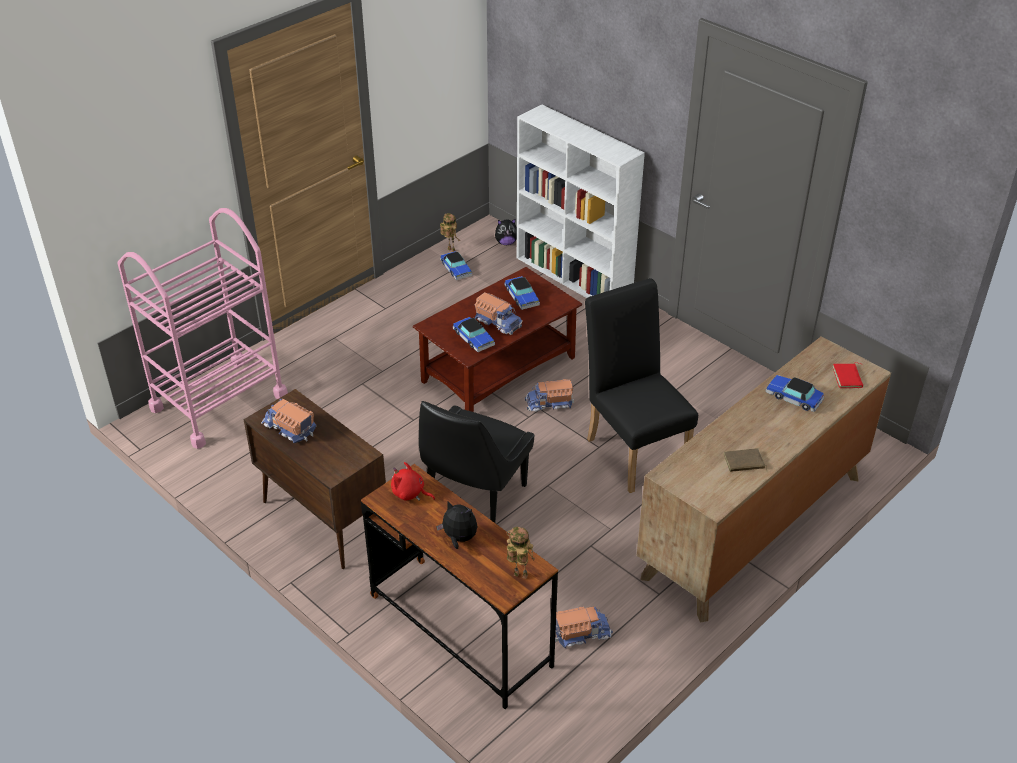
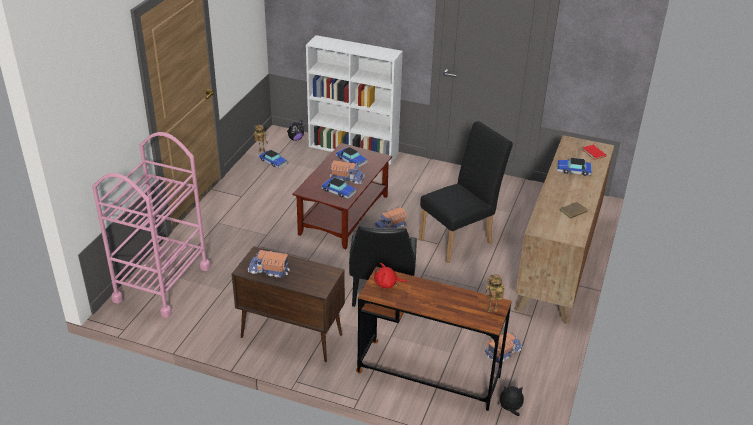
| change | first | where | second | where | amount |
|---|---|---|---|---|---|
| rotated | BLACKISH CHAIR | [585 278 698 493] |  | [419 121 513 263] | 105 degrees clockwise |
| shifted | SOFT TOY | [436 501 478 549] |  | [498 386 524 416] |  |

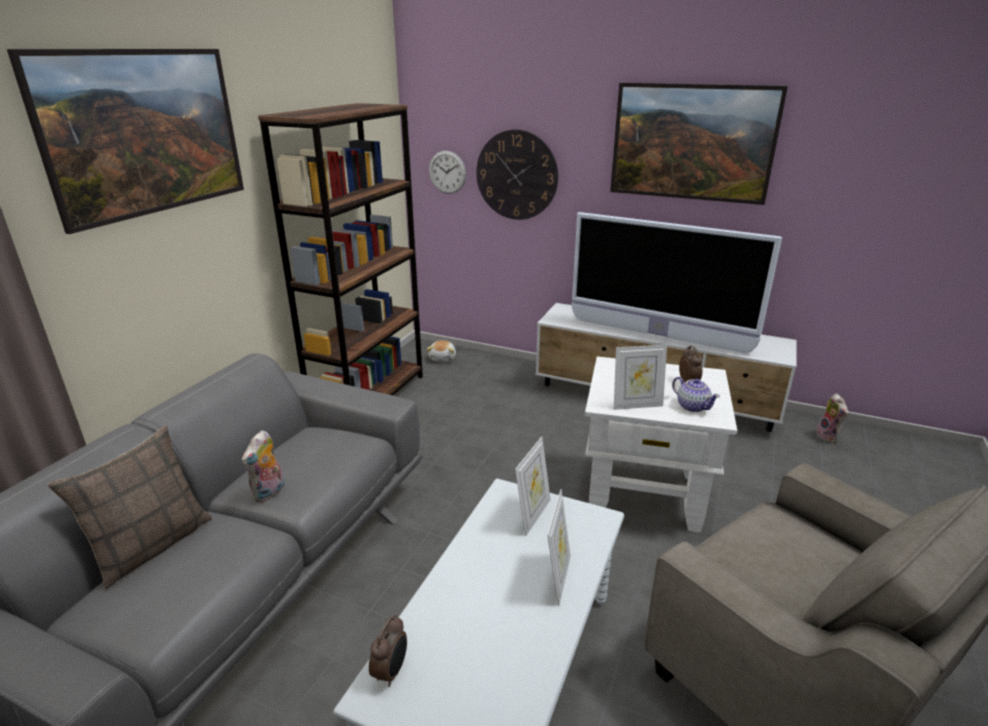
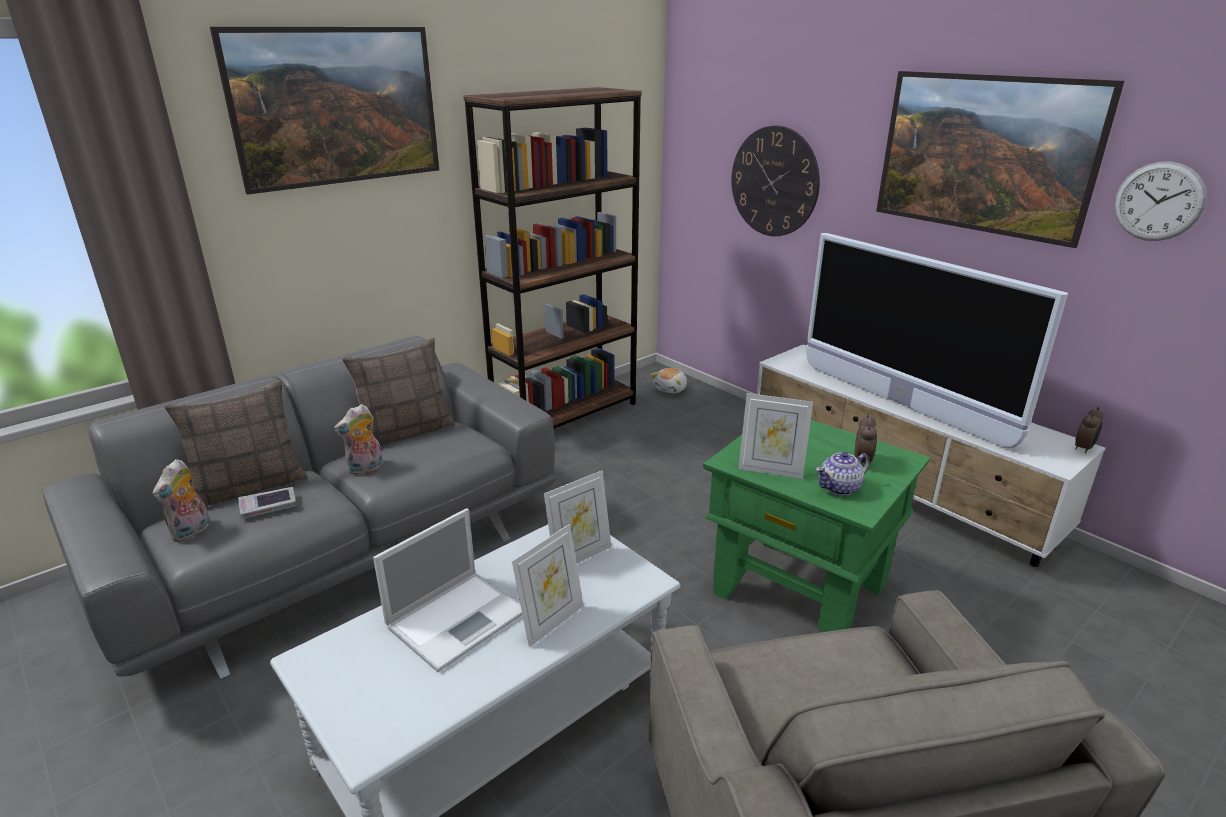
| change | first | where | second | where | amount |
|---|---|---|---|---|---|
| shifted | SOFT TOY | [816 393 849 443] |  | [153 459 210 542] |  |
| new |  |  | BOUND BOOK | [238 487 297 519] |  |
| new |  |  | PILLOW | [342 338 455 445] |  |
| new |  |  | NOTEBOOK COMPUTER | [373 508 522 672] |  |
| repainted | WHITISH ACCENT TABLE | [585 356 737 533] | GREEN-COLOURED ACCENT TABLE | [703 420 931 633] |  |
| rotated | TEA POT | [672 377 720 412] |  | [816 452 870 496] | 75 degrees clockwise |
| shifted | TABLE CLOCK | [369 614 407 687] |  | [1075 406 1104 454] |  |
| shifted | CLOCK ON THE WALL | [429 151 466 194] |  | [1114 162 1207 241] |  |

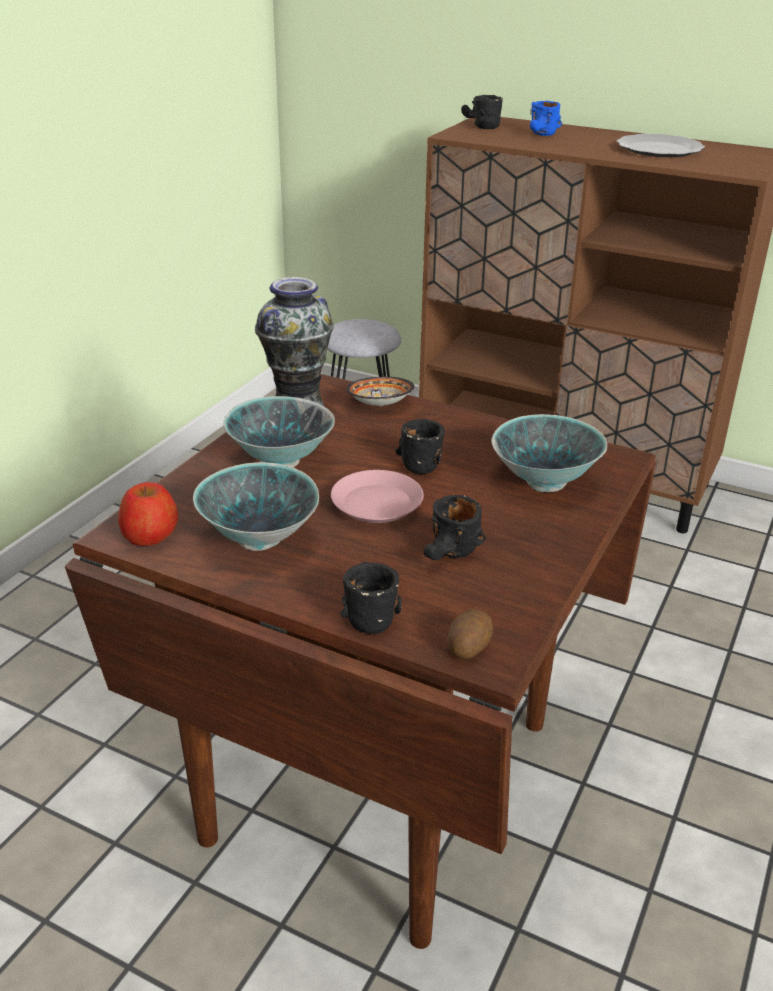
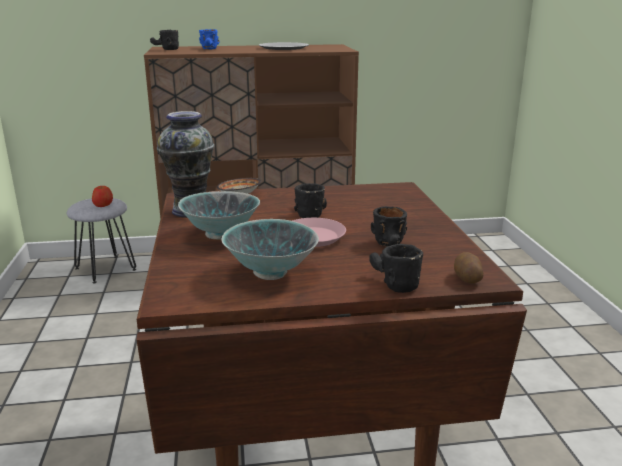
| change | first | where | second | where | amount |
|---|---|---|---|---|---|
| shifted | WHOLE APPLE | [118 482 178 546] |  | [92 186 113 207] |  |
| gone | BOWL | [491 414 607 492] |  |  |  |

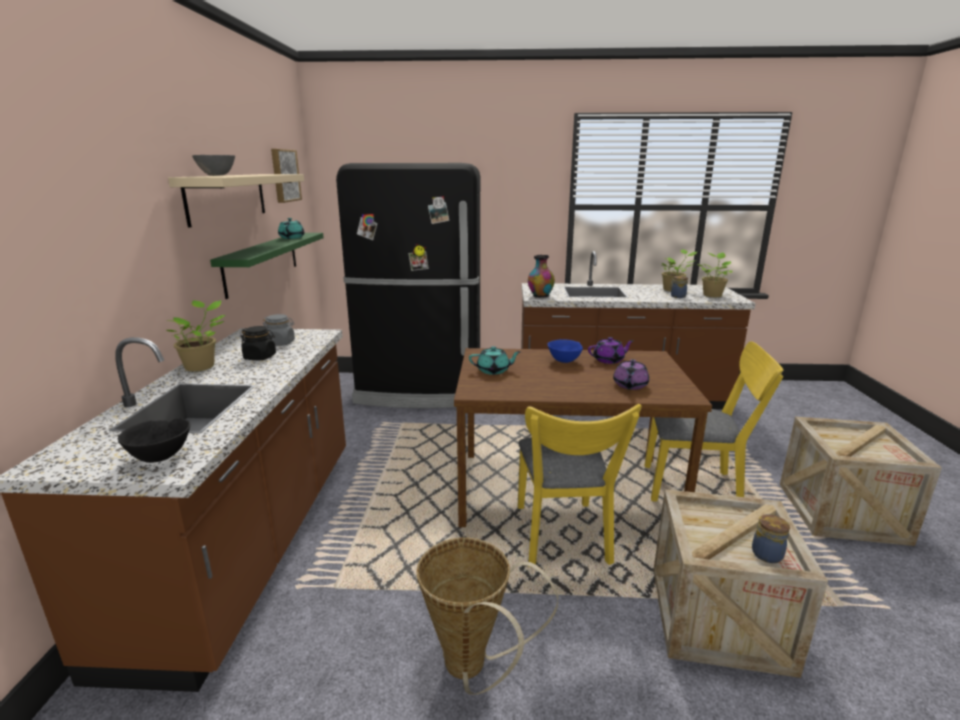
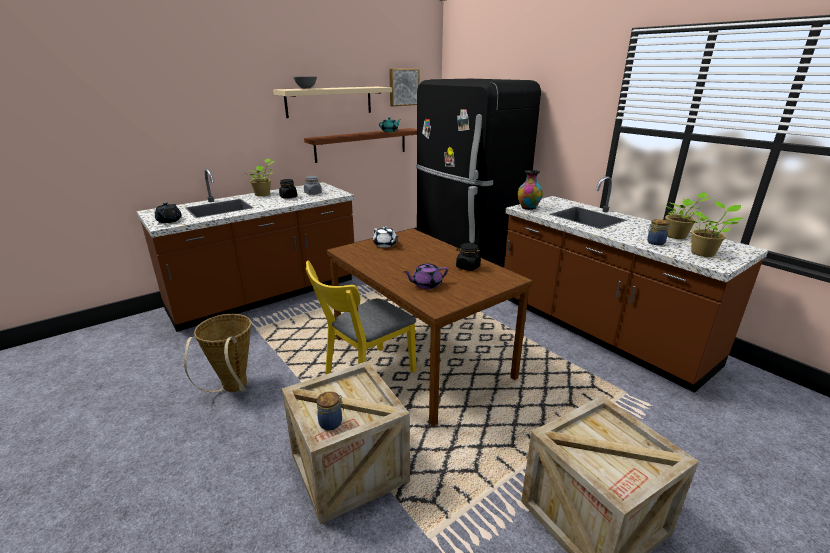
| change | first | where | second | where | amount |
|---|---|---|---|---|---|
| swapped | BLACKISH BOWL | [118 418 190 463] | BLACKISH TEA POT | [155 203 182 223] |  |
| repainted | GREEN-COLOURED SHELF | [210 233 324 299] | BROWN-COLOURED SHELF | [304 128 417 163] |  |
| repainted | TURQUOISE TEA POT | [469 346 521 375] | WHITISH TEA POT | [373 226 399 248] |  |
| swapped | PURPLE-COLOURED TEA POT | [588 337 634 364] | BLACKISH STORAGE JAR | [456 243 481 271] |  |
| gone | BLUISH BOWL | [548 339 583 363] |  |  |  |
| gone | YELLOW CHAIR | [645 341 783 502] |  |  |  |

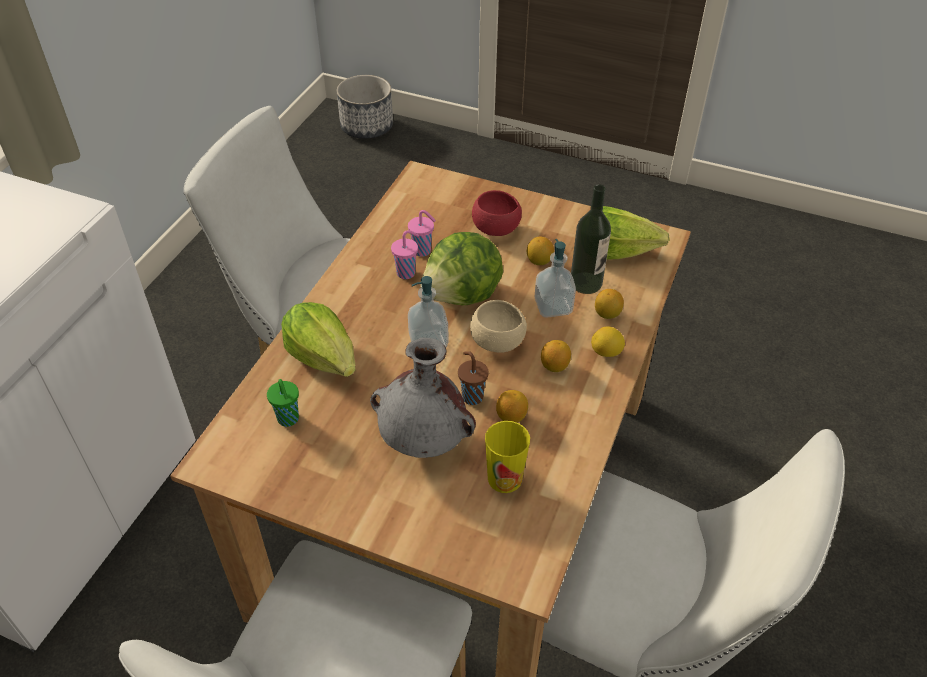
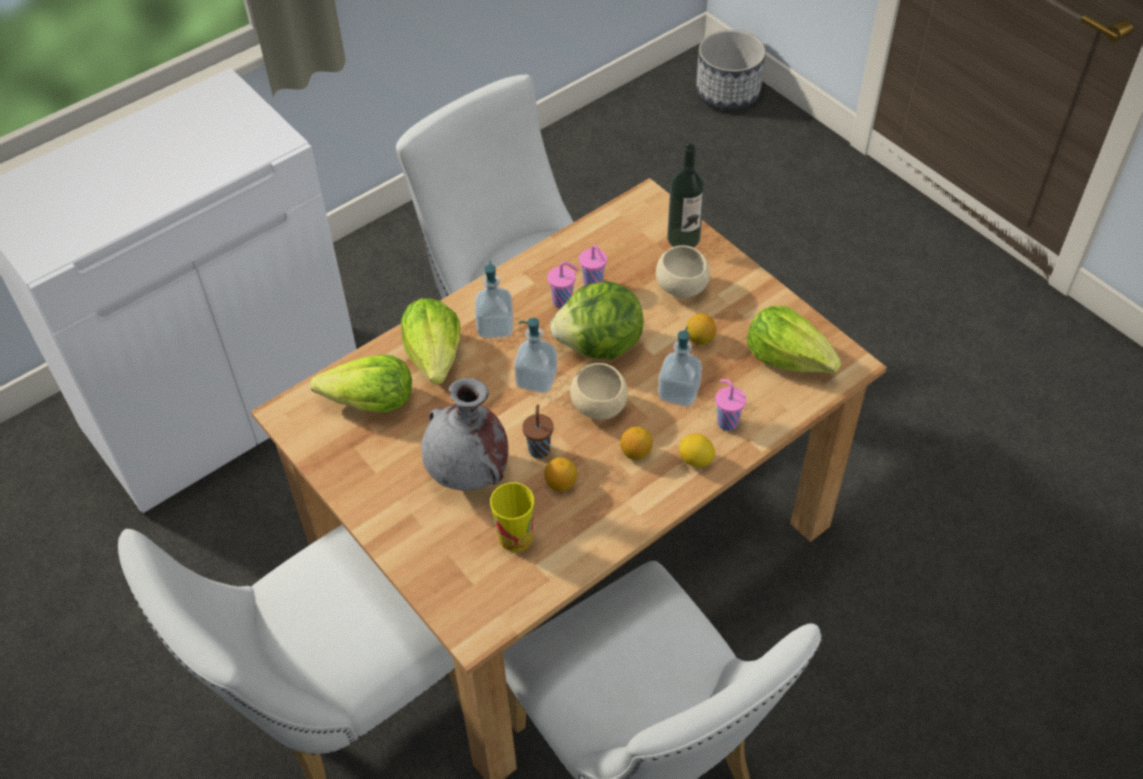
| change | first | where | second | where | amount |
|---|---|---|---|---|---|
| swapped | GREEN-COLOURED DRINKING CUP | [267 379 299 427] | LETTUCE HEAD | [311 355 412 412] |  |
| new |  |  | LIQUID SOAP BOTTLE | [475 261 513 338] |  |
| repainted | RED-COLOURED BOWL | [472 190 522 236] | SAND-COLOURED BOWL | [656 245 710 298] |  |
| shifted | DRINK BOTTLE | [571 184 611 294] |  | [667 144 705 248] |  |
| swapped | WHOLE LEMON | [595 289 624 319] | PINK DRINKING CUP | [715 379 746 431] |  |

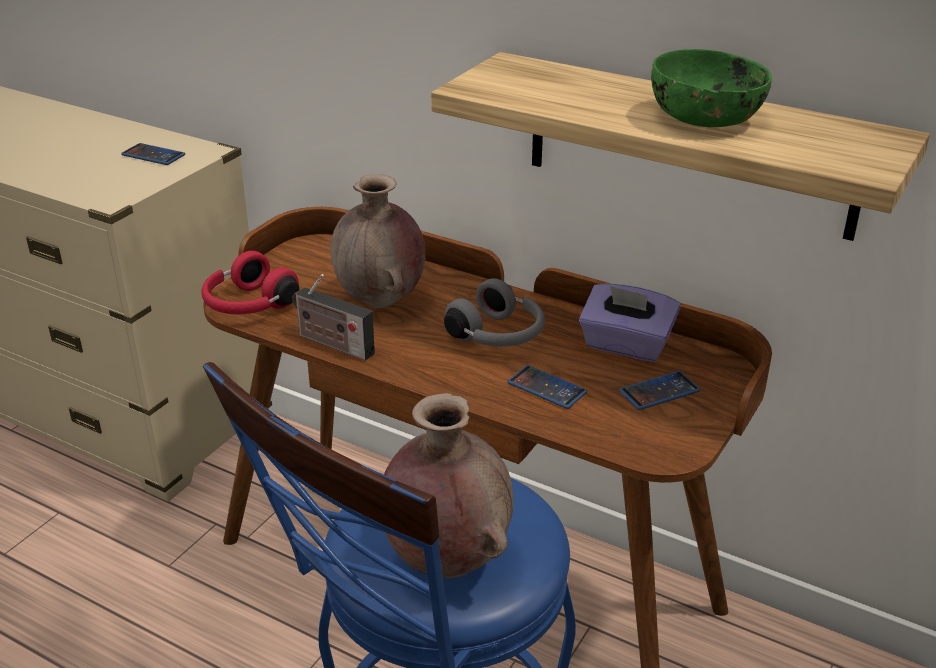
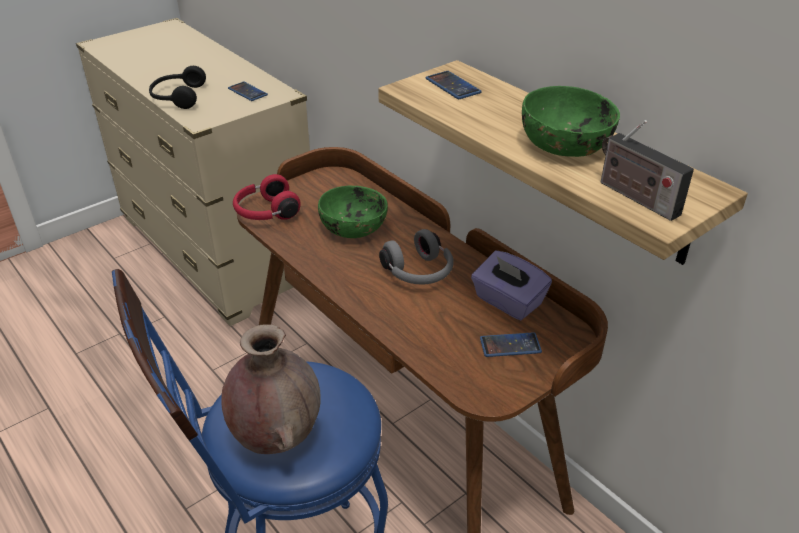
| change | first | where | second | where | amount |
|---|---|---|---|---|---|
| new |  |  | BLACKISH PAIR OF HEADPHONES | [149 66 206 109] |  |
| swapped | BROWN-COLOURED VASE | [330 174 426 308] | GREEN-COLOURED BOWL | [318 186 388 238] |  |
| shifted | HANDSET | [507 365 587 409] |  | [426 71 482 99] |  |
| shifted | RADIO RECEIVER | [292 274 375 361] |  | [601 120 694 221] |  |

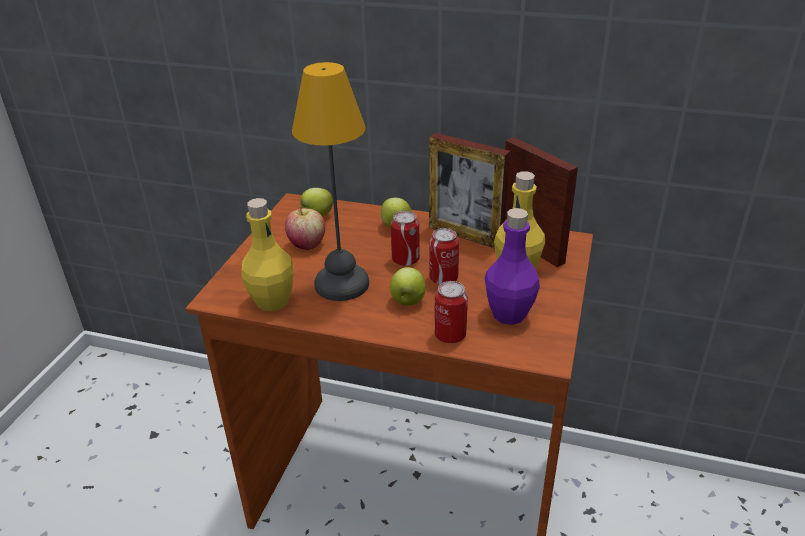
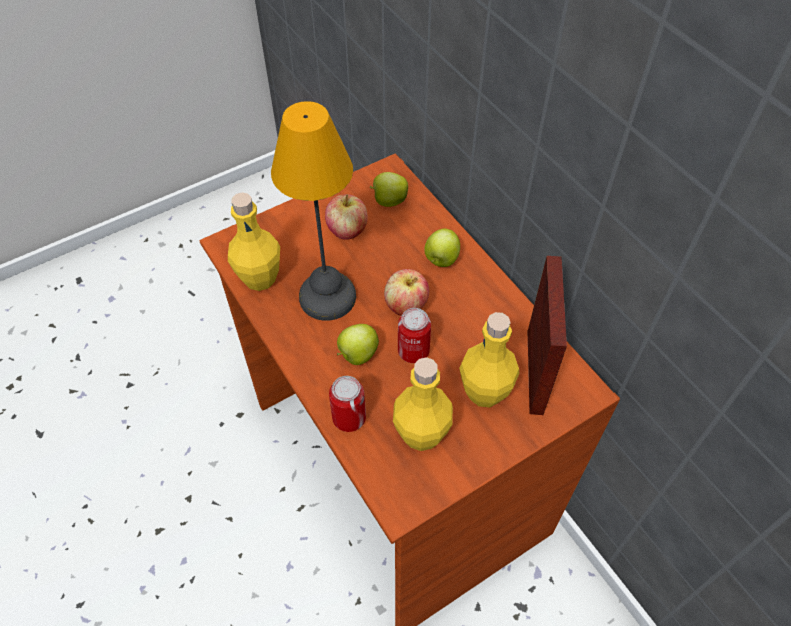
| change | first | where | second | where | amount |
|---|---|---|---|---|---|
| swapped | SEALED CAN | [391 211 420 266] | WHOLE APPLE | [384 269 429 316] |  |
| repainted | PURPLE-COLOURED DRINK BOTTLE | [485 208 540 325] | YELLOW DRINK BOTTLE | [393 357 453 451] |  |
| gone | STANDING FRAME | [429 133 510 248] |  |  |  |

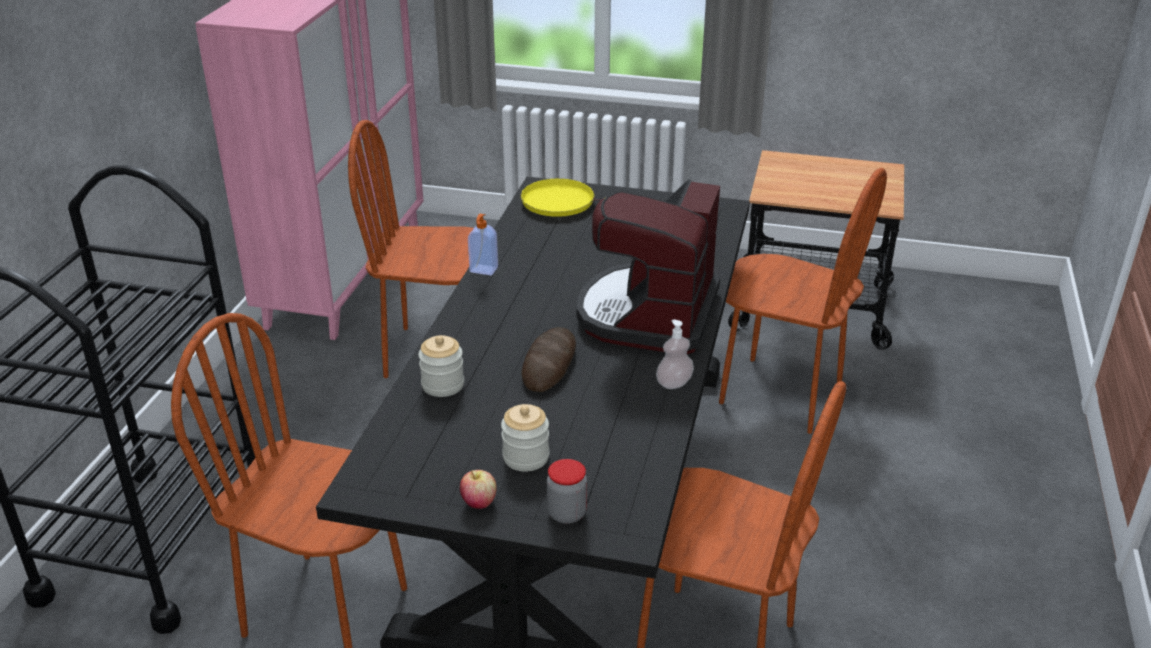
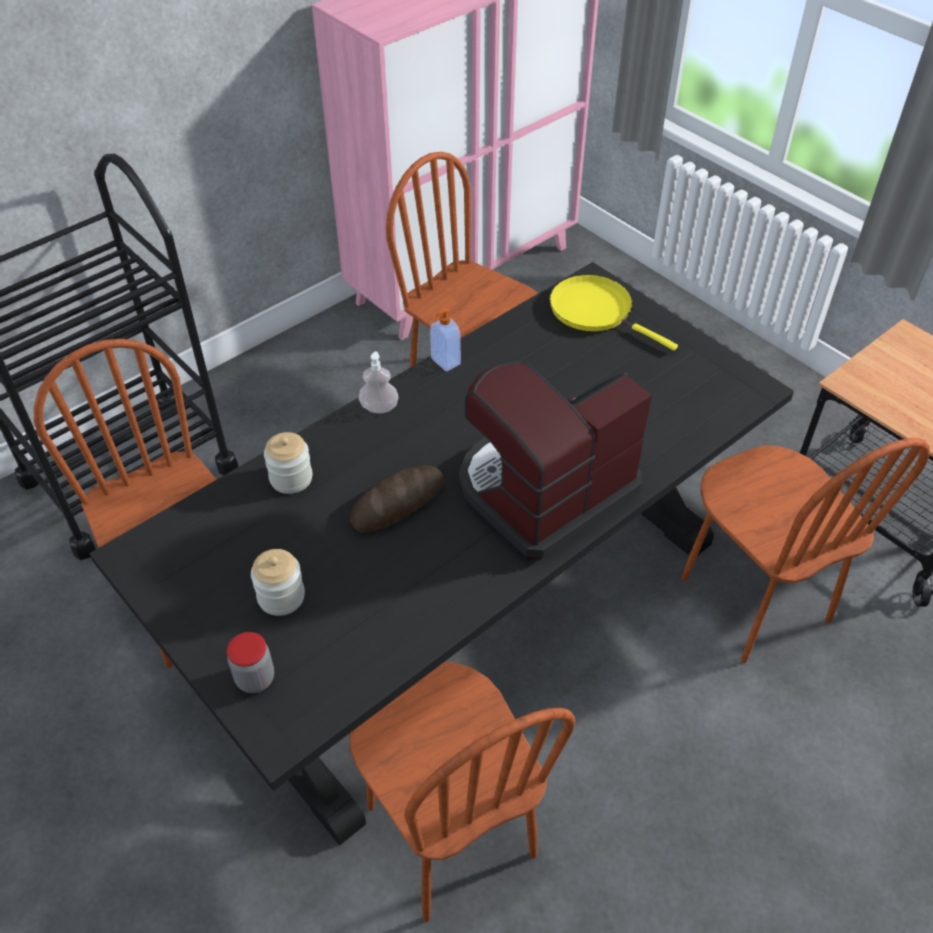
| change | first | where | second | where | amount |
|---|---|---|---|---|---|
| shifted | LIQUID SOAP BOTTLE | [656 320 694 389] |  | [359 351 399 413] |  |
| gone | WHOLE APPLE | [460 470 497 509] |  |  |  |

